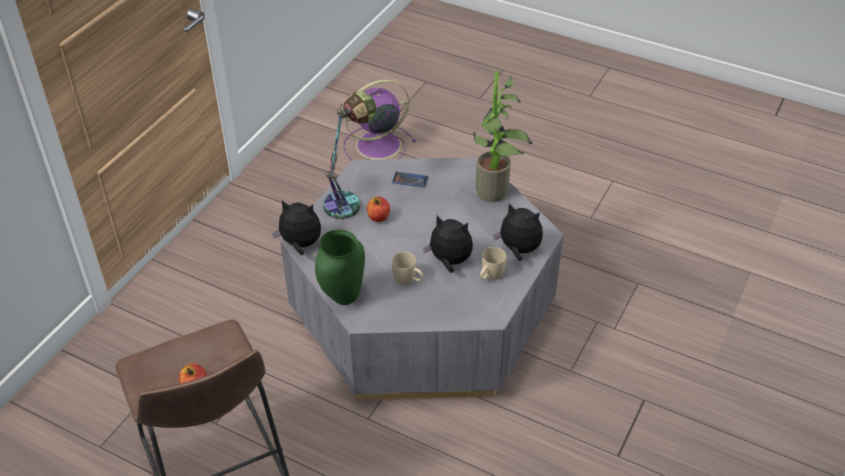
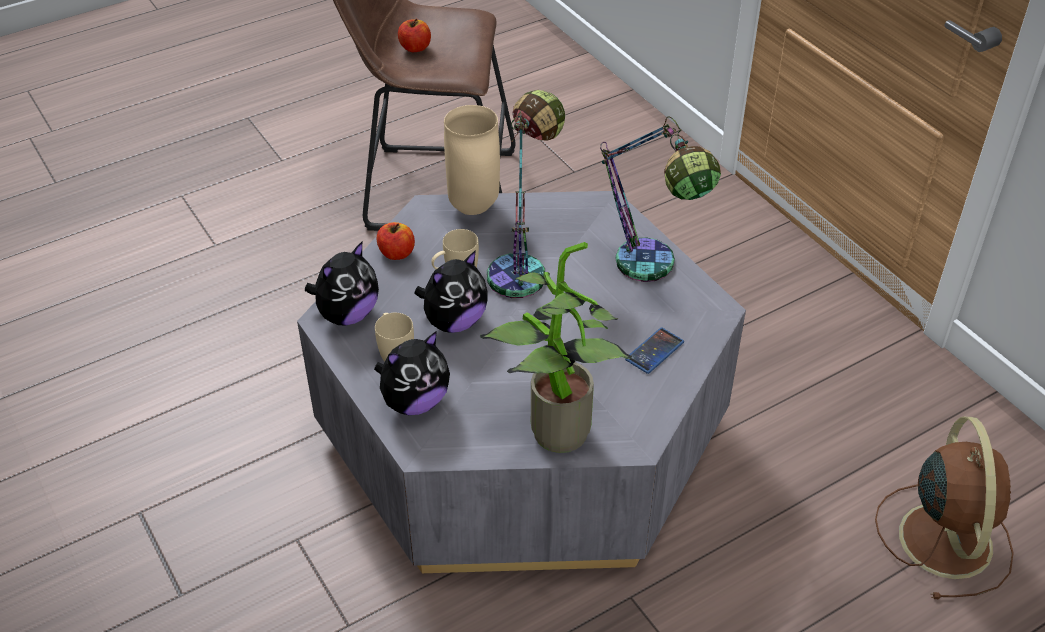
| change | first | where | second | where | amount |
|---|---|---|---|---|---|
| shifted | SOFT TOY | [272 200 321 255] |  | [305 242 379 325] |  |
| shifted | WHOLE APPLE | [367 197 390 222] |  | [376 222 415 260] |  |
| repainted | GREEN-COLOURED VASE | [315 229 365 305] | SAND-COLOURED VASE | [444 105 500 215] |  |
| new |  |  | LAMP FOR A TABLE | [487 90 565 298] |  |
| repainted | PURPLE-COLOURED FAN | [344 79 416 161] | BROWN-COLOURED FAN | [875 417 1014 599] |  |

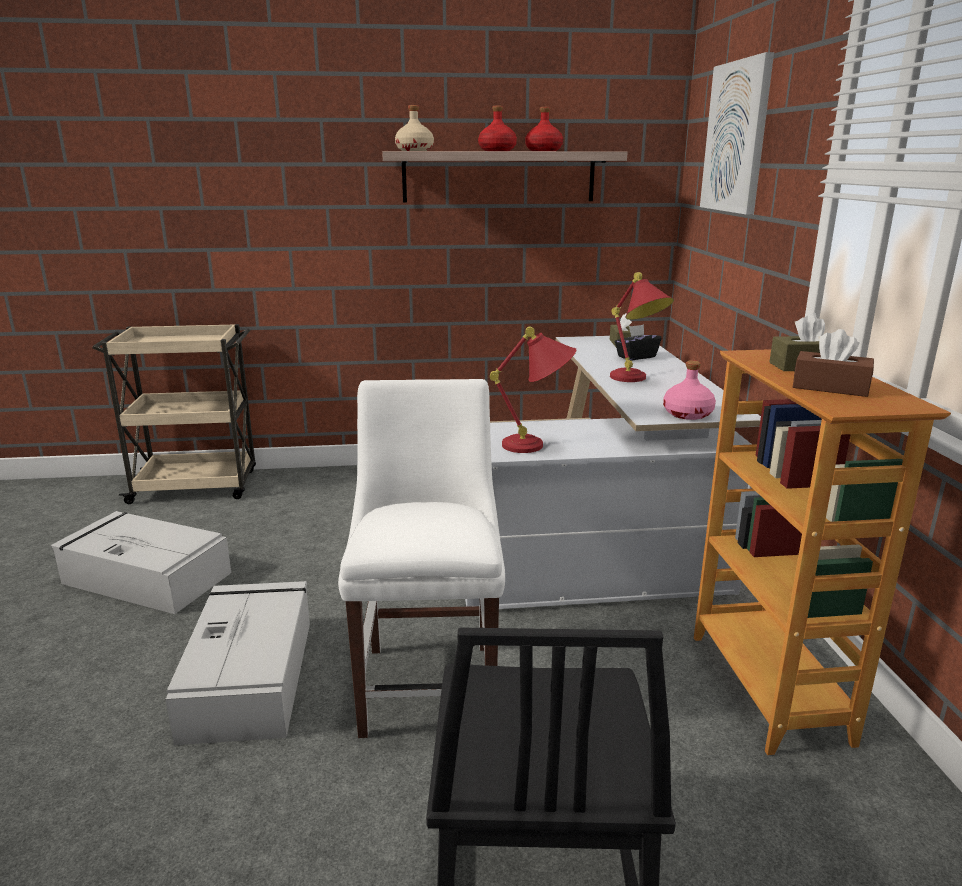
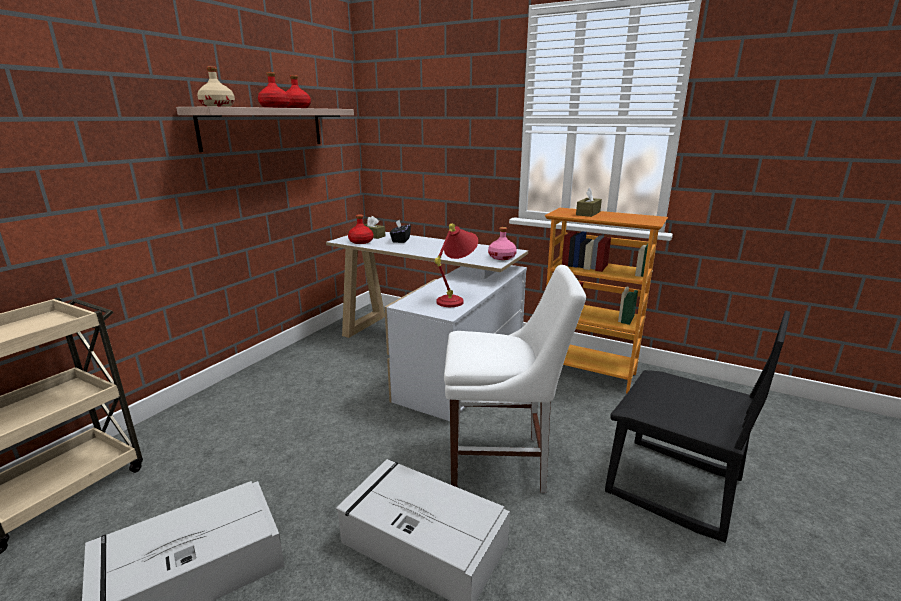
| change | first | where | second | where | amount |
|---|---|---|---|---|---|
| new |  |  | RED-COLOURED DRINK BOTTLE | [348 215 374 244] |  |
| rotated | WHITISH CHAIR | [338 379 505 738] |  | [444 265 586 493] | 150 degrees clockwise |
| gone | RED-COLOURED LAMP FOR A TABLE | [610 272 674 382] |  |  |  |
| gone | WALL ART | [700 52 774 215] |  |  |  |
| gone | BROWN-COLOURED TISSUE HOLDER | [793 329 874 397] |  |  |  |

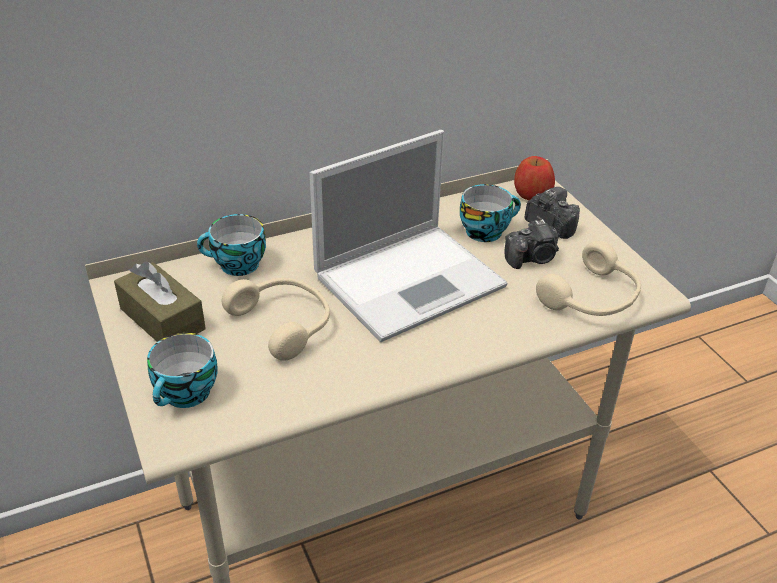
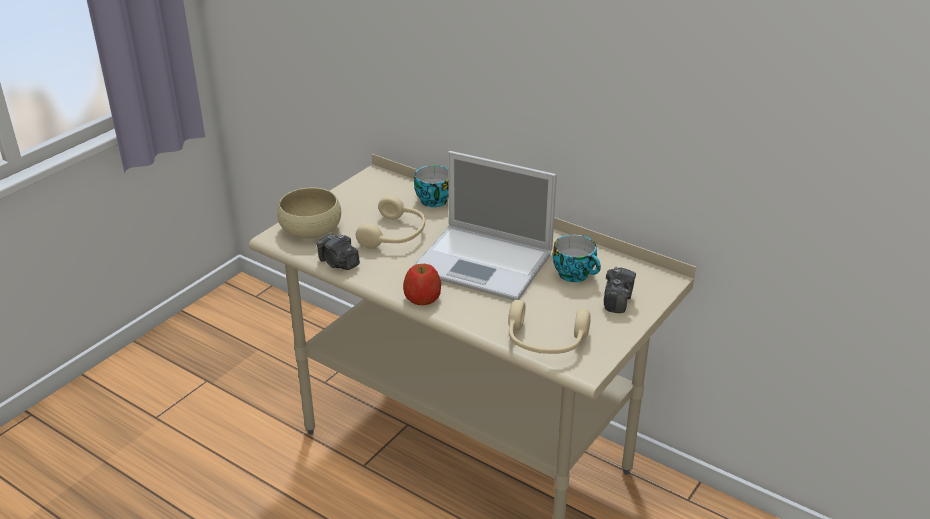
| change | first | where | second | where | amount |
|---|---|---|---|---|---|
| swapped | DRINKING CUP | [147 333 218 408] | SAND-COLOURED BOWL | [277 187 341 238] |  |
| shifted | PHOTO CAMERA | [505 219 559 269] |  | [317 234 360 270] |  |
| shifted | WHOLE APPLE | [514 156 555 200] |  | [403 264 441 305] |  |
| gone | BROWN-COLOURED TISSUE HOLDER | [114 261 206 342] |  |  |  |

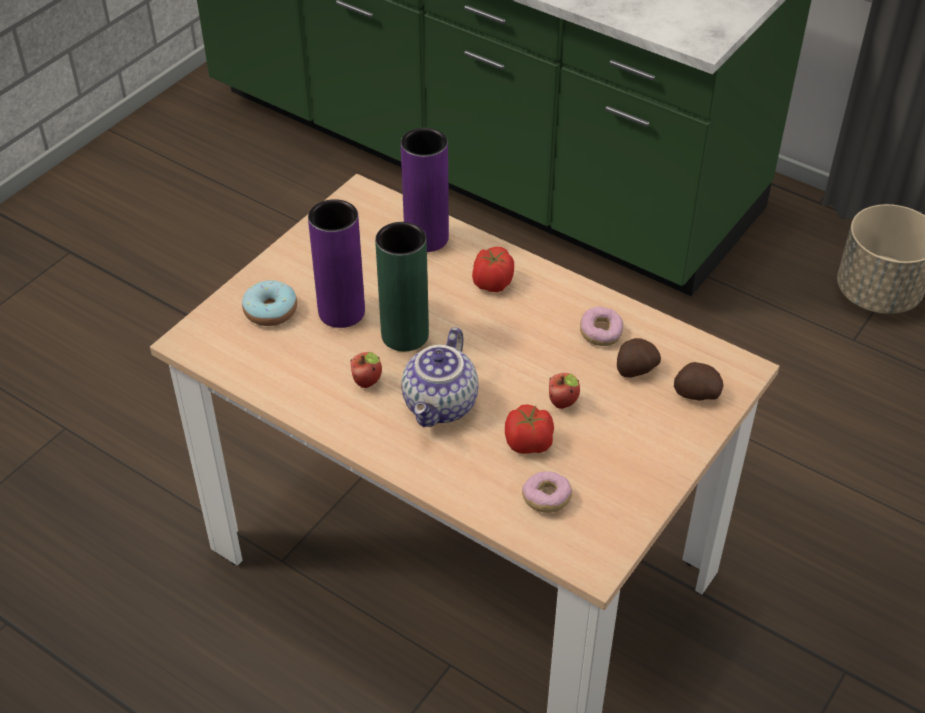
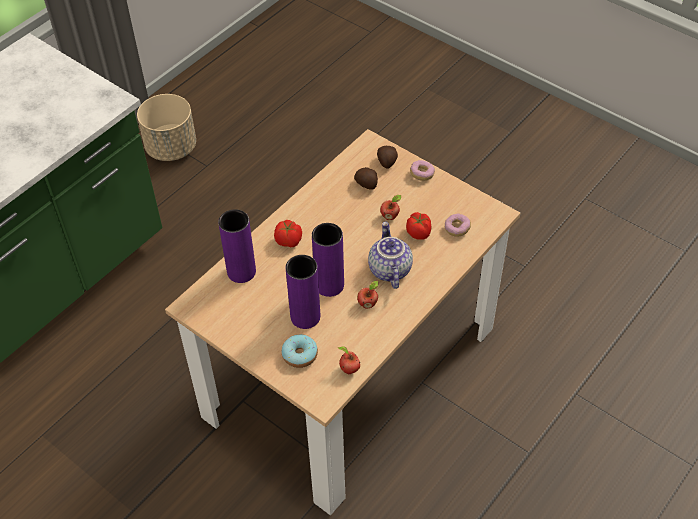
| change | first | where | second | where | amount |
|---|---|---|---|---|---|
| repainted | GREEN-COLOURED VASE | [375 222 429 351] | PURPLE-COLOURED VASE | [312 223 344 297] |  |
| new |  |  | WHOLE APPLE | [338 346 360 374] |  |
| rotated | TEA POT | [402 327 479 427] |  | [368 222 413 289] | 120 degrees counterclockwise |
| shifted | DONUT | [580 307 623 346] |  | [410 160 435 181] |  |

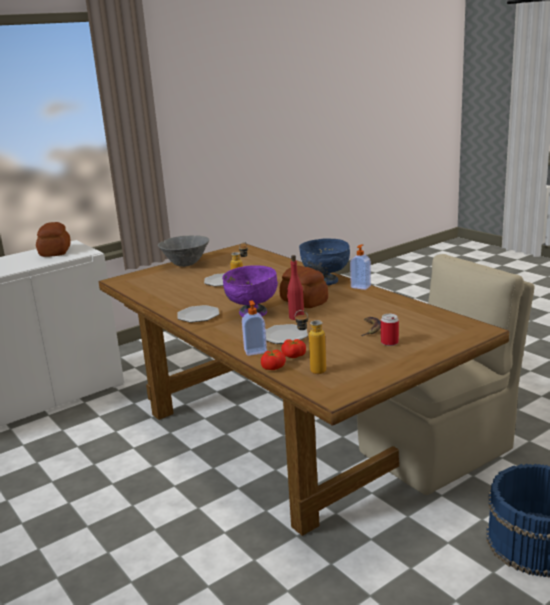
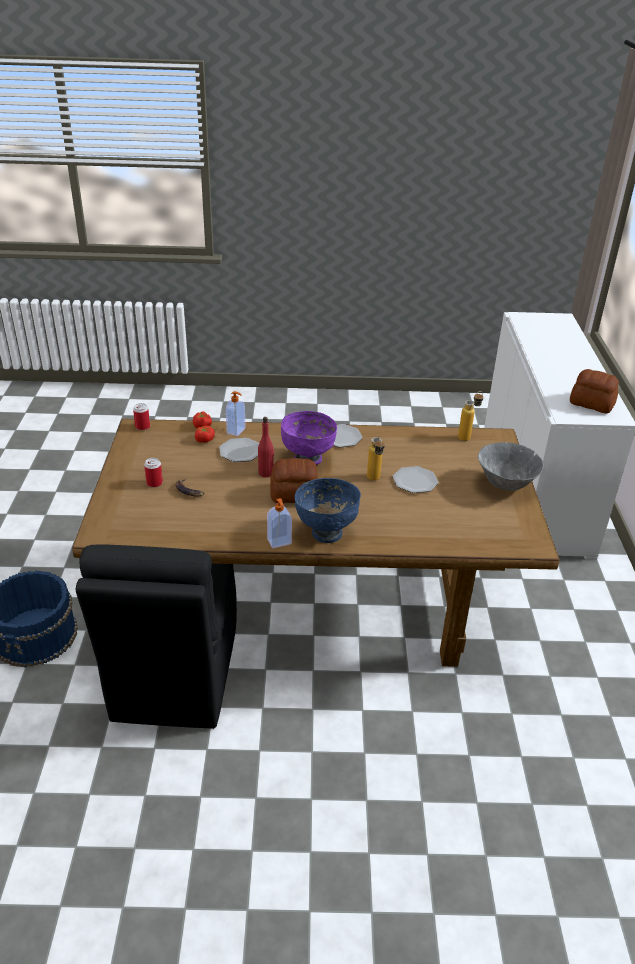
| change | first | where | second | where | amount |
|---|---|---|---|---|---|
| repainted | SAND-COLOURED CHAIR | [357 254 534 495] | BLACKISH CHAIR | [76 545 237 729] |  |
| new |  |  | SEALED CAN | [133 403 150 430] |  |
| shifted | DRINK BOTTLE | [295 310 326 374] |  | [458 391 483 441] |  |

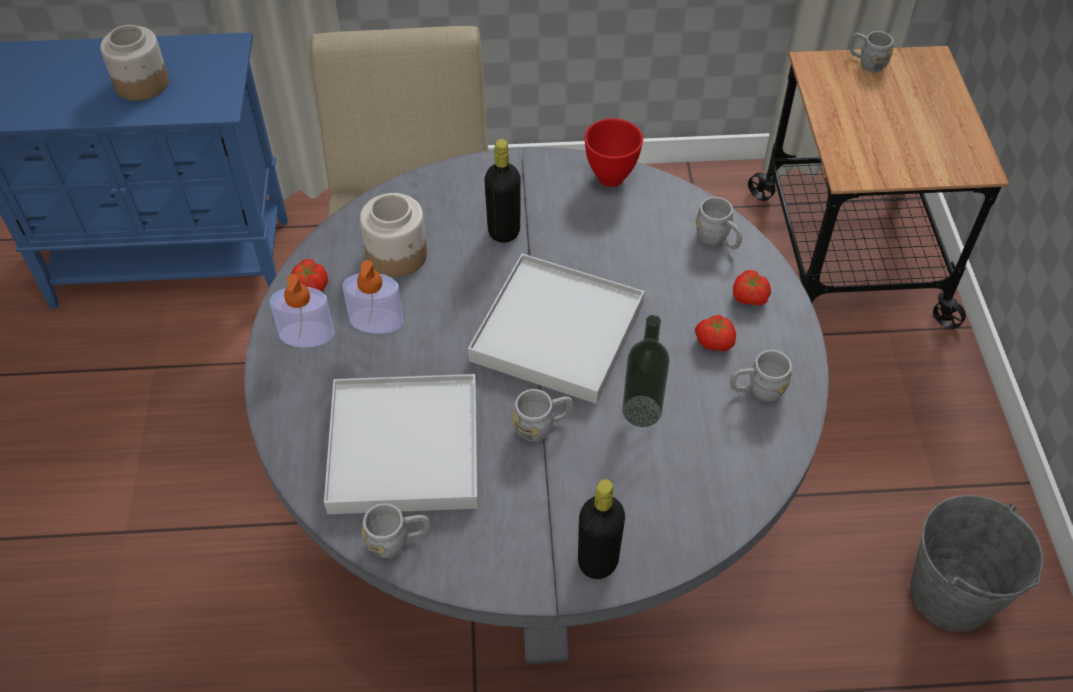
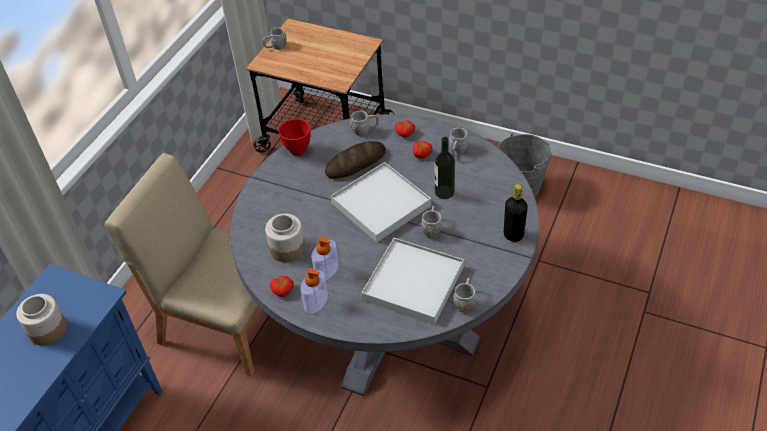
| change | first | where | second | where | amount |
|---|---|---|---|---|---|
| new |  |  | BAKED BREAD | [325 141 386 179] |  |
| gone | BLACKISH DRINK BOTTLE | [484 139 521 243] |  |  |  |

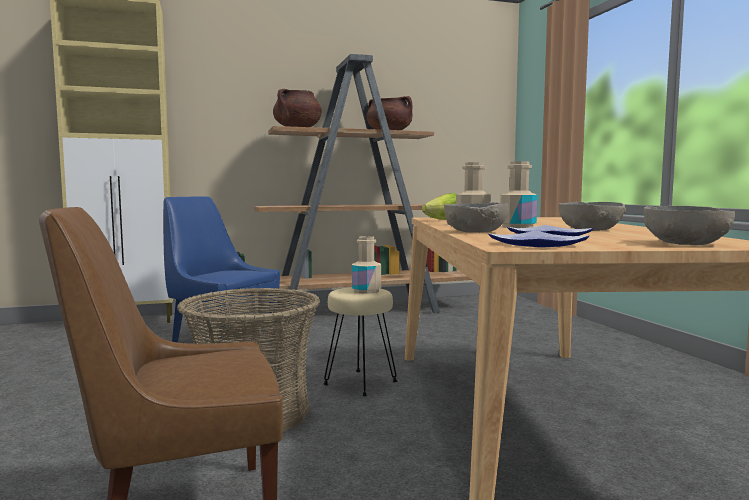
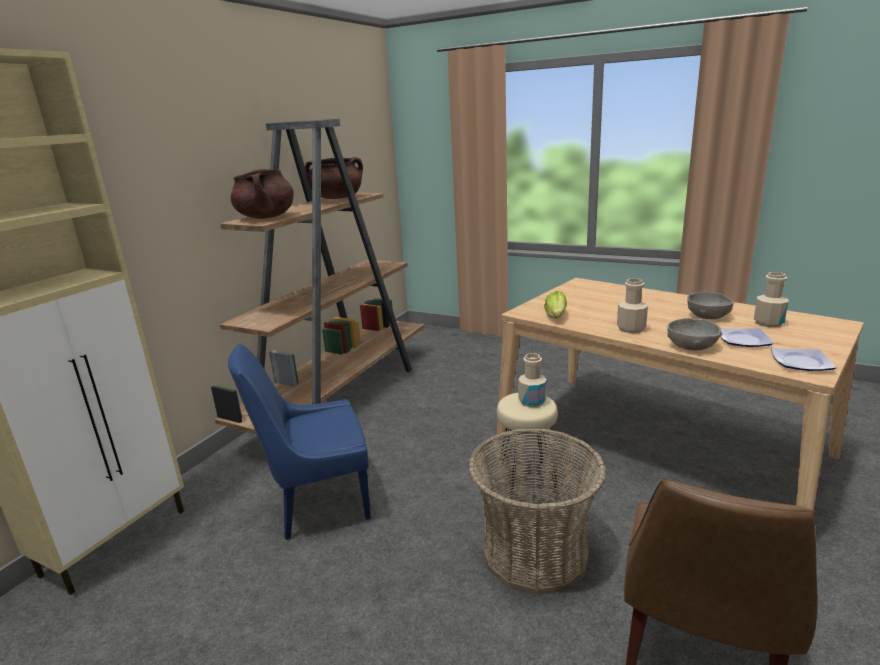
| change | first | where | second | where | amount |
|---|---|---|---|---|---|
| shifted | SAND-COLOURED DRINK BOTTLE | [500 161 537 228] |  | [754 272 789 327] |  |
| gone | GRAY BOWL | [644 206 735 245] |  |  |  |

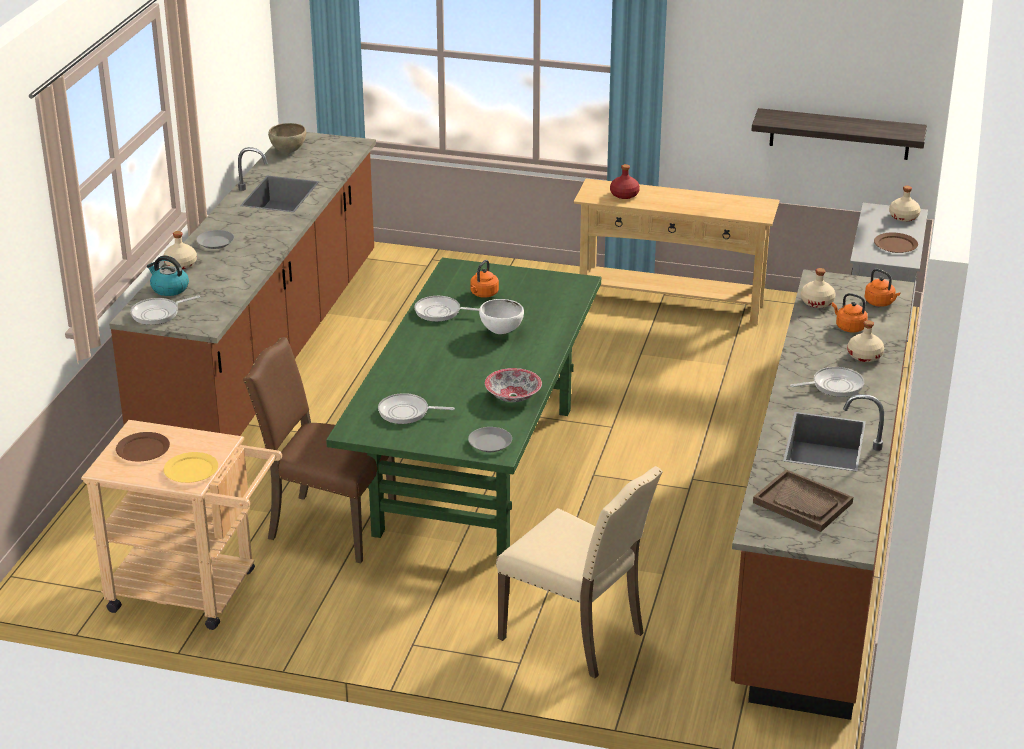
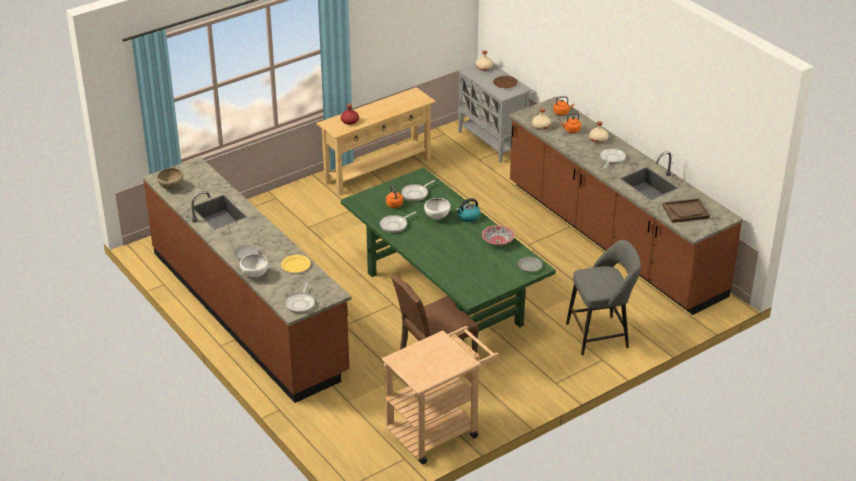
| change | first | where | second | where | amount |
|---|---|---|---|---|---|
| swapped | SAND-COLOURED DRINK BOTTLE | [163 231 197 269] | WHITISH BOWL | [240 254 268 278] |  |
| shifted | YELLOW DINNER PLATE | [164 452 218 483] |  | [281 255 311 273] |  |
| shifted | PAN | [378 393 455 424] |  | [401 180 435 201] |  |
| shifted | TEA KETTLE | [147 255 189 296] |  | [456 198 481 222] |  |
| swapped | SAND-COLOURED CHAIR | [496 466 663 679] | GRAY STOOL SEAT | [566 240 641 355] |  |
| gone | BROWN-COLOURED DINNER PLATE | [116 432 170 461] |  |  |  |
| gone | SHELF | [751 108 927 160] |  |  |  |

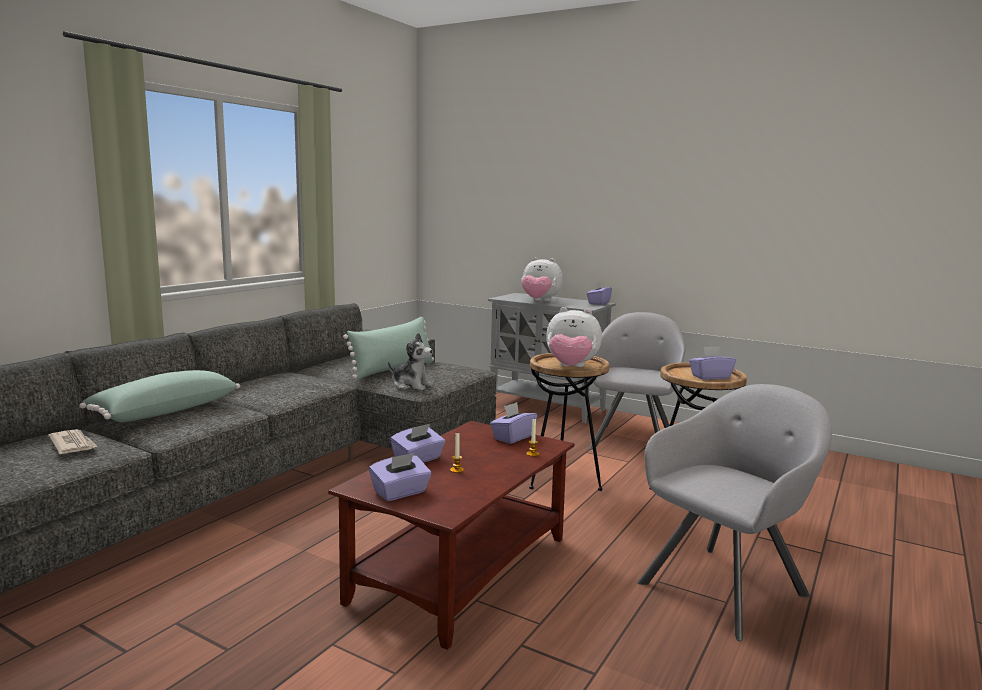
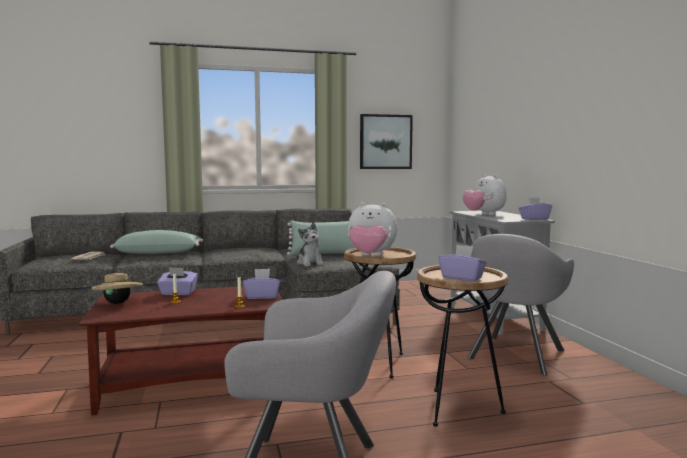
| change | first | where | second | where | amount |
|---|---|---|---|---|---|
| swapped | PURPLE-COLOURED TISSUE HOLDER | [369 453 431 501] | SAND-COLOURED WEARABLE HAT | [91 271 143 304] |  |
| rotated | SOFT TOY | [546 307 602 367] |  | [348 202 397 256] | 45 degrees counterclockwise |
| new |  |  | WALL ART | [360 114 413 169] |  |
| rotated | GRAY EASY CHAIR | [589 312 685 450] |  | [467 234 574 376] | 150 degrees clockwise |

